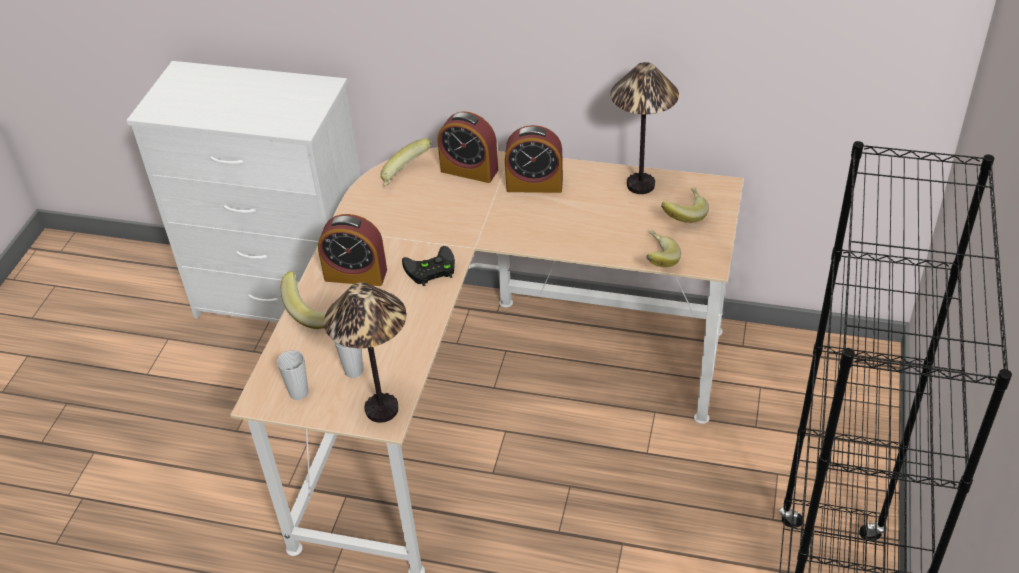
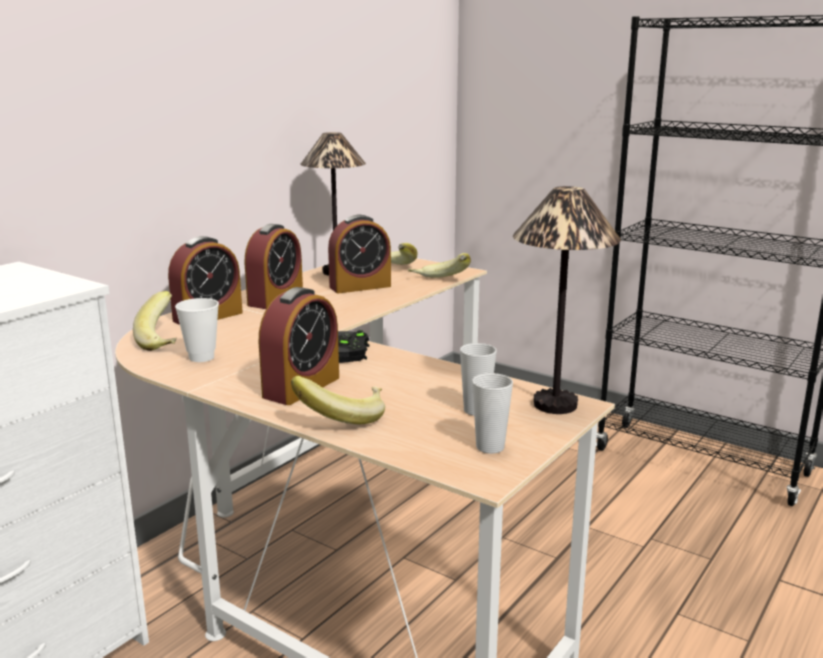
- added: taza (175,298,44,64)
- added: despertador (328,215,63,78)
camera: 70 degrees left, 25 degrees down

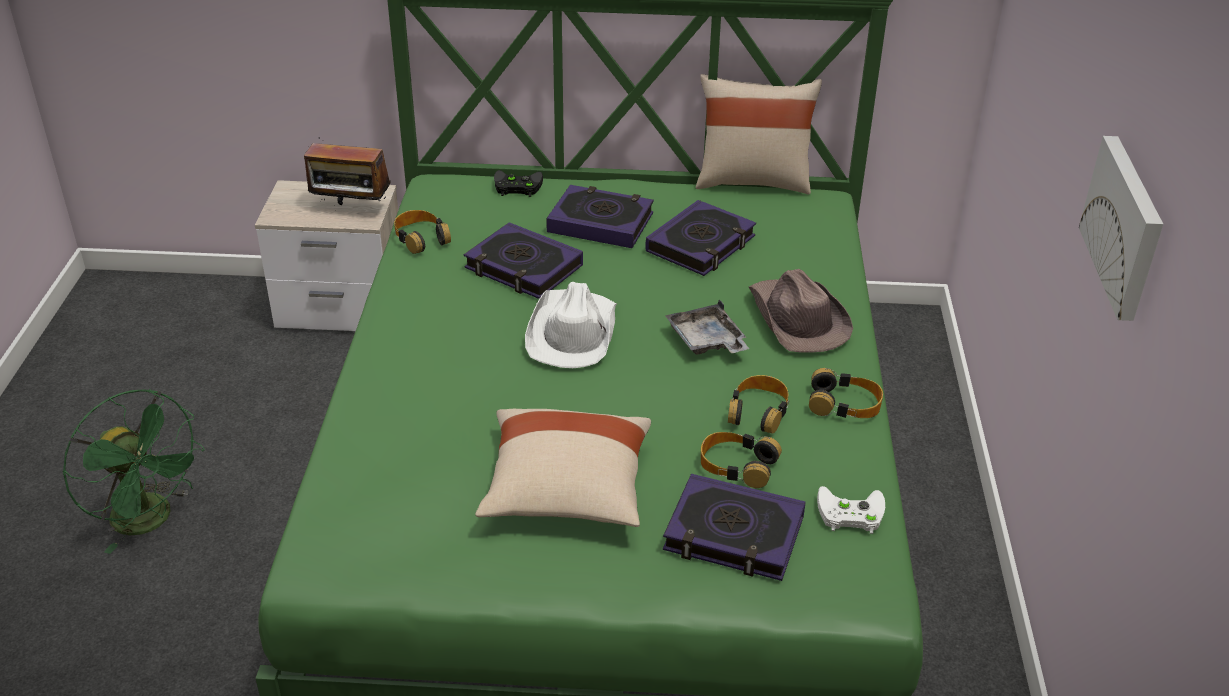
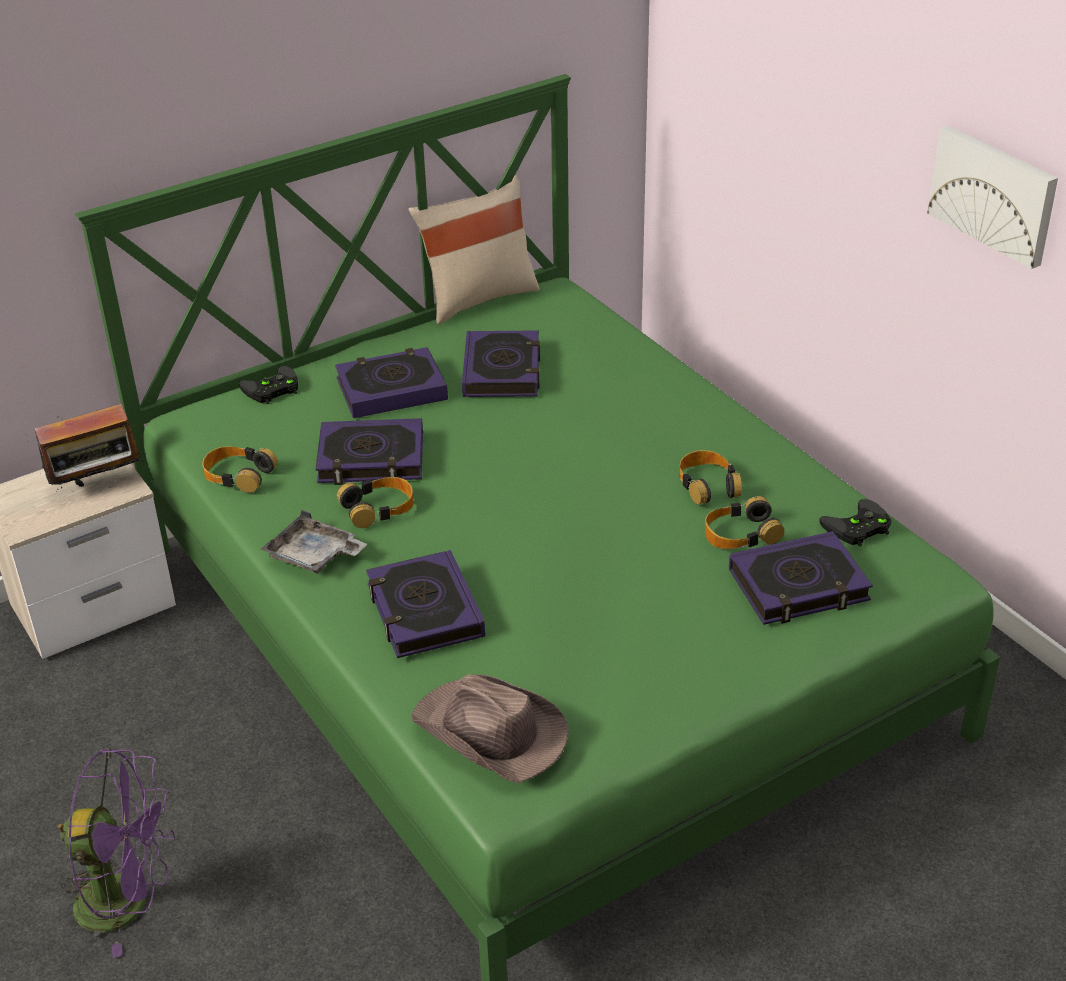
- recoloured: ventilador (verde) (63,389,142,165) to ventilador (morado) (58,748,117,210)
- moved: bandeja (gris) (665,299,84,56) to (261,509,106,64)
- moved: auriculares (809,368,74,50) to (337,477,76,51)
- added: libro (366,550,119,108)
- moved: sombrero (marrón) (749,269,104,84) to (411,674,158,109)
- recoloured: mando de consola (blanco) (817,486,68,48) to mando de consola (negro) (819,499,72,48)
- removed: cojín (beis) (475,409,176,118)
- removed: sombrero (blanco) (525,282,92,86)
camera: 35 degrees left, 0 degrees up

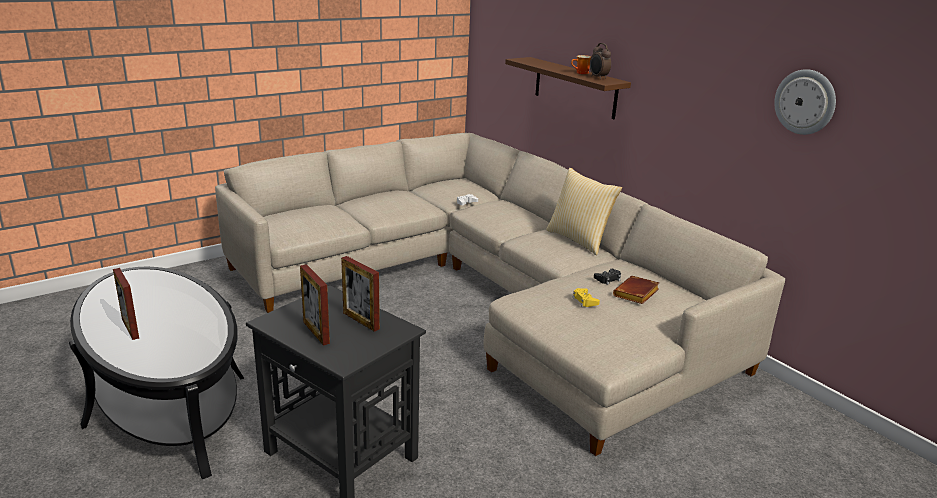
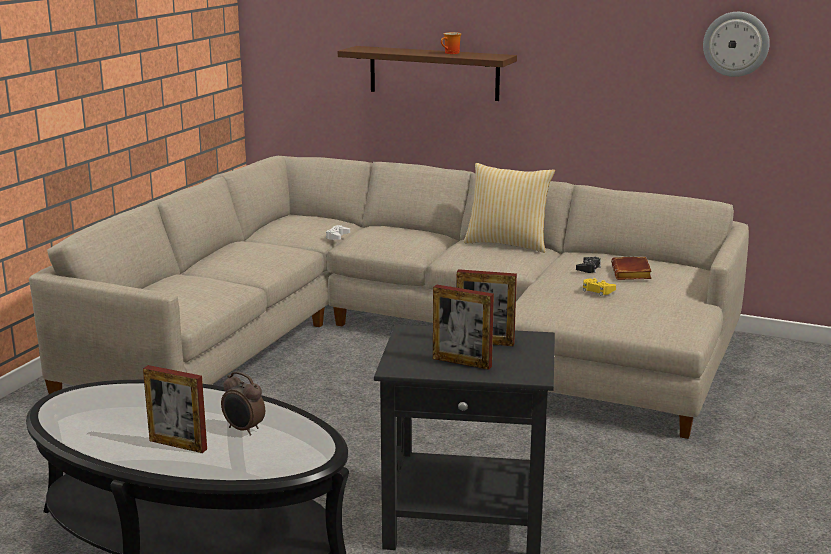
- moved: despertador (590,43,21,36) to (221,371,44,65)
camera: 30 degrees left, 5 degrees down

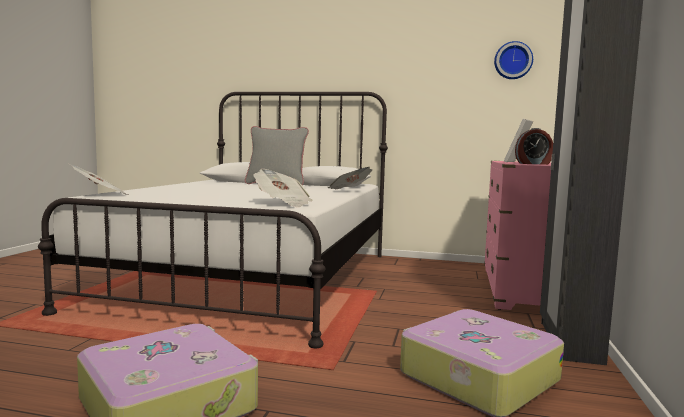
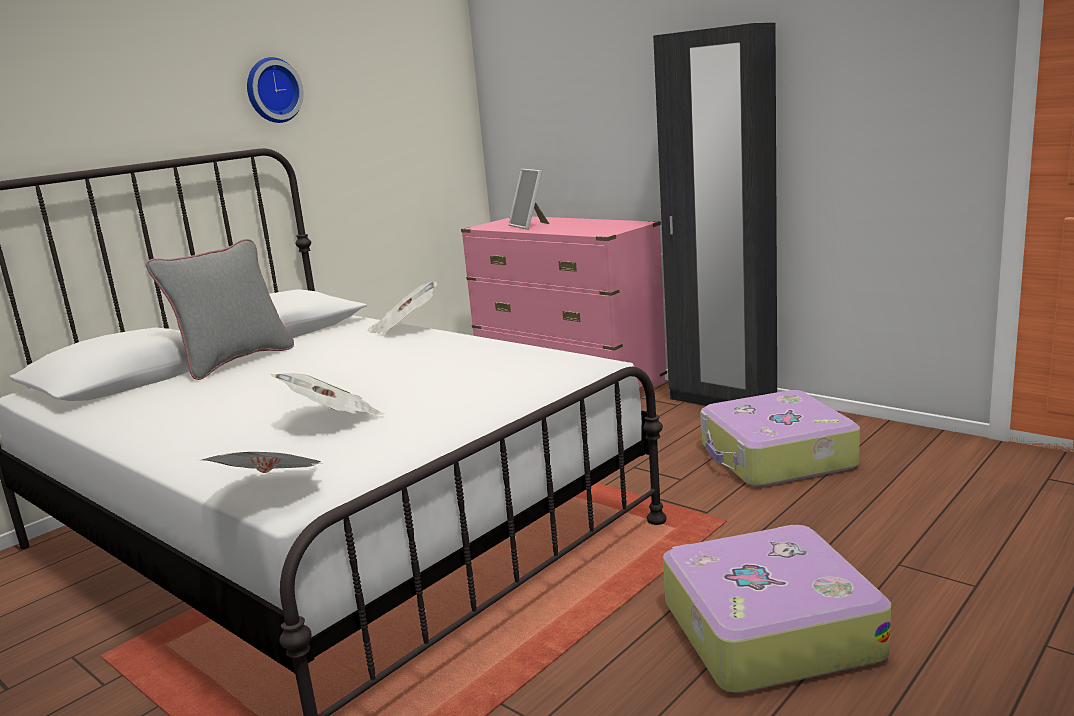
- moved: reloj de pared (494,41,39,38) to (247,57,57,66)
- moved: periódico (253,169,60,38) to (271,373,113,41)
- removed: despertador (515,128,38,37)
camera: 60 degrees left, 10 degrees up

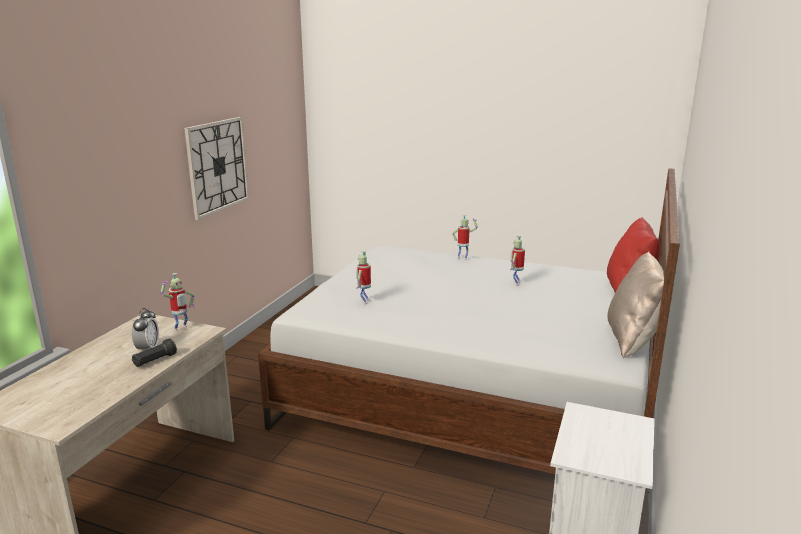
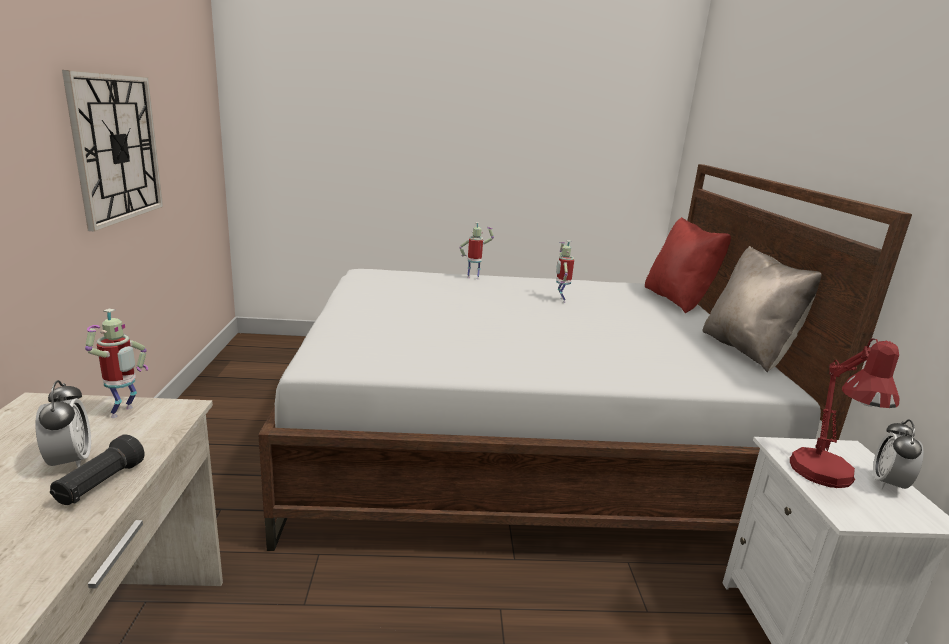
- added: lámpara de mesa (rojo) (790,339,110,149)
- added: despertador (873,419,51,70)
- removed: robot de juguete (356,251,15,53)
camera: 25 degrees left, 0 degrees up

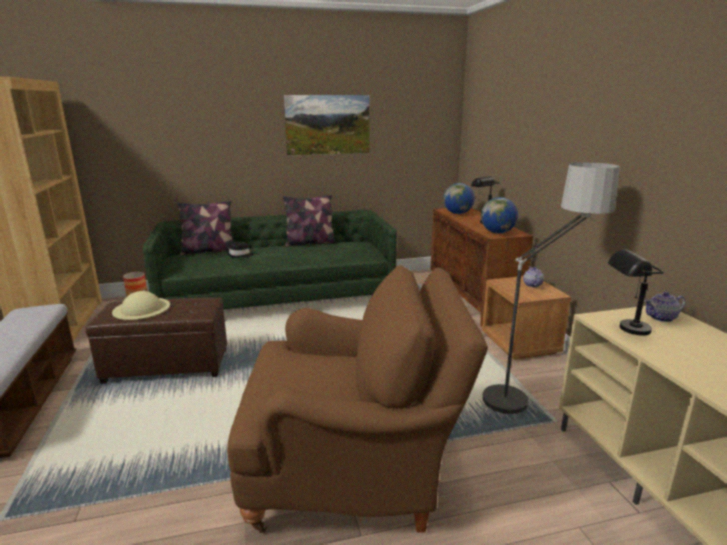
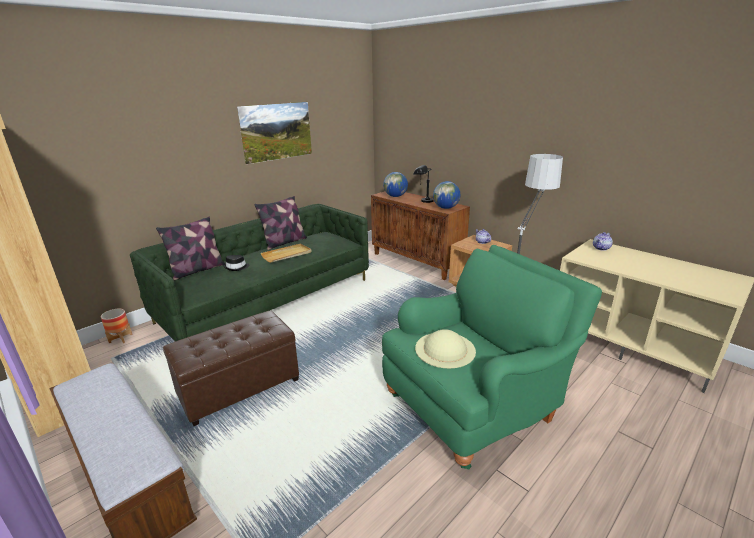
- added: bandeja (beis) (261,243,50,20)
- recoloured: sillón (marrón) (227,265,261,268) to sillón (verde) (382,245,220,224)
- moved: sombrero (beis) (112,291,58,29) to (415,329,61,40)
- removed: lámpara de mesa (negro) (608,249,56,86)
camera: 30 degrees left, 5 degrees up

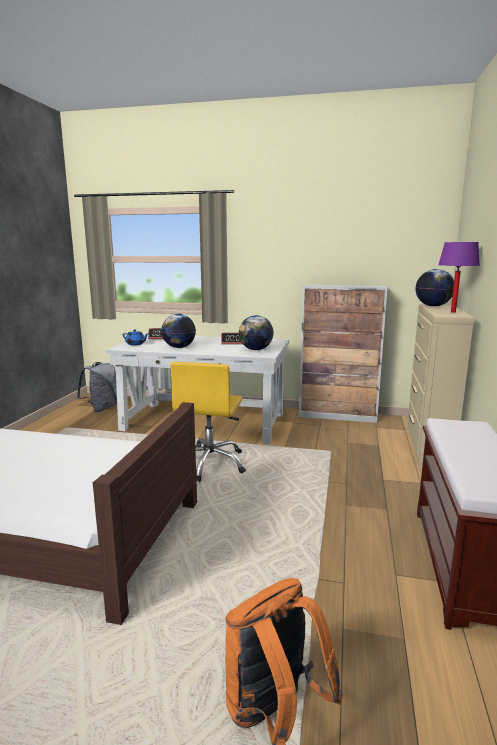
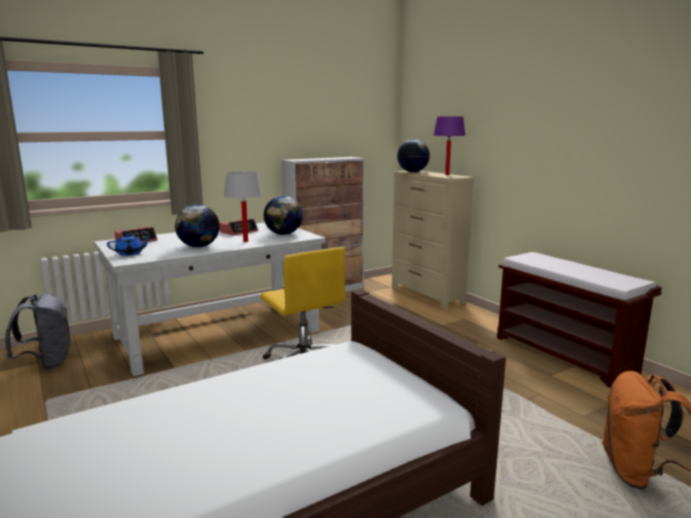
- added: lámpara de mesa (blanco) (224,171,39,71)
camera: 45 degrees left, 0 degrees up

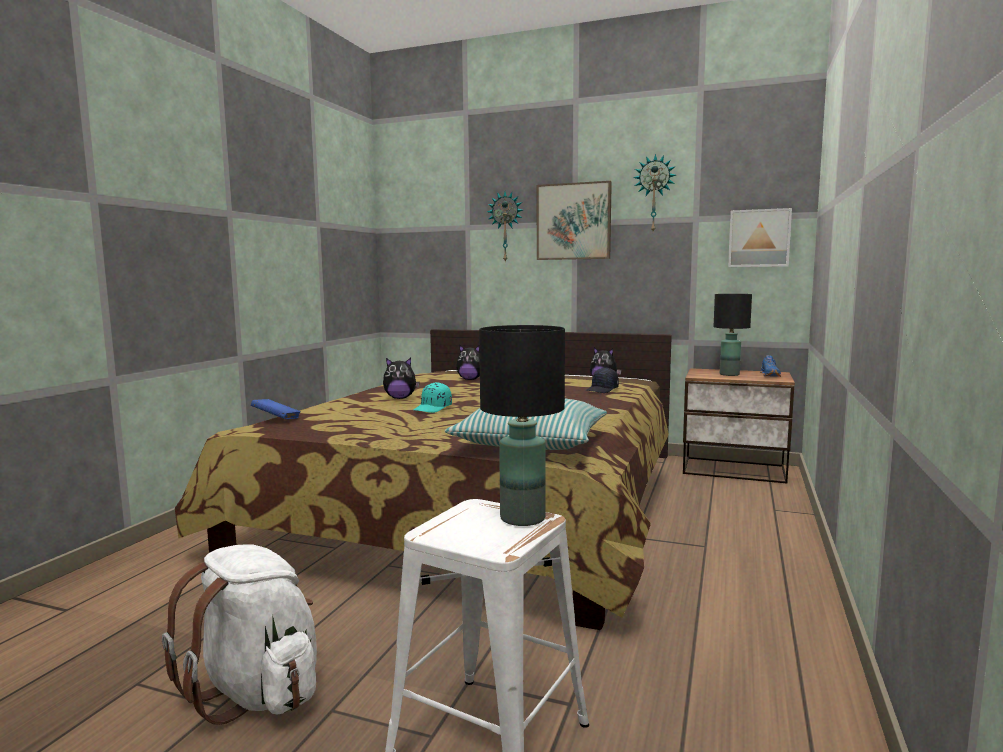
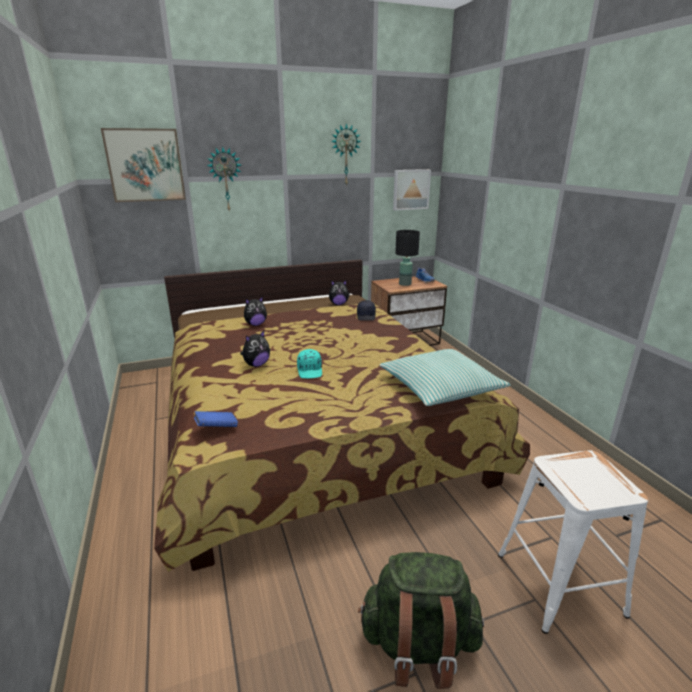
- moved: cuadro (537,181,75,79) to (101,128,85,74)
- recoloured: mochila (blanco) (162,544,155,181) to mochila (verde) (358,552,126,137)
- removed: lámpara de mesa (negro) (479,325,86,201)
camera: 40 degrees left, 15 degrees up

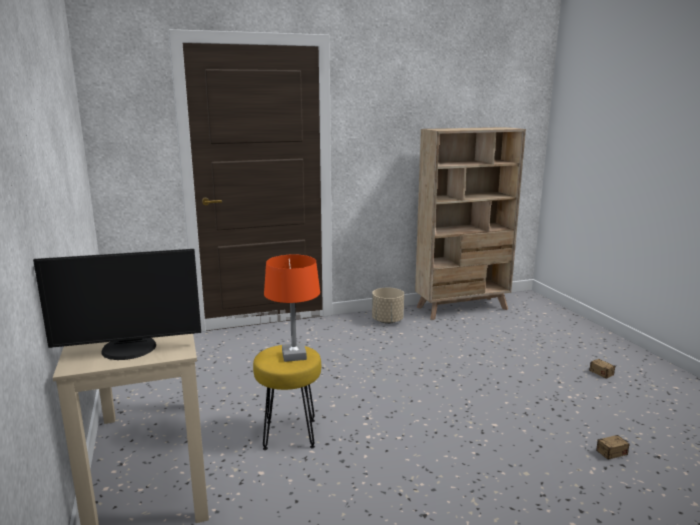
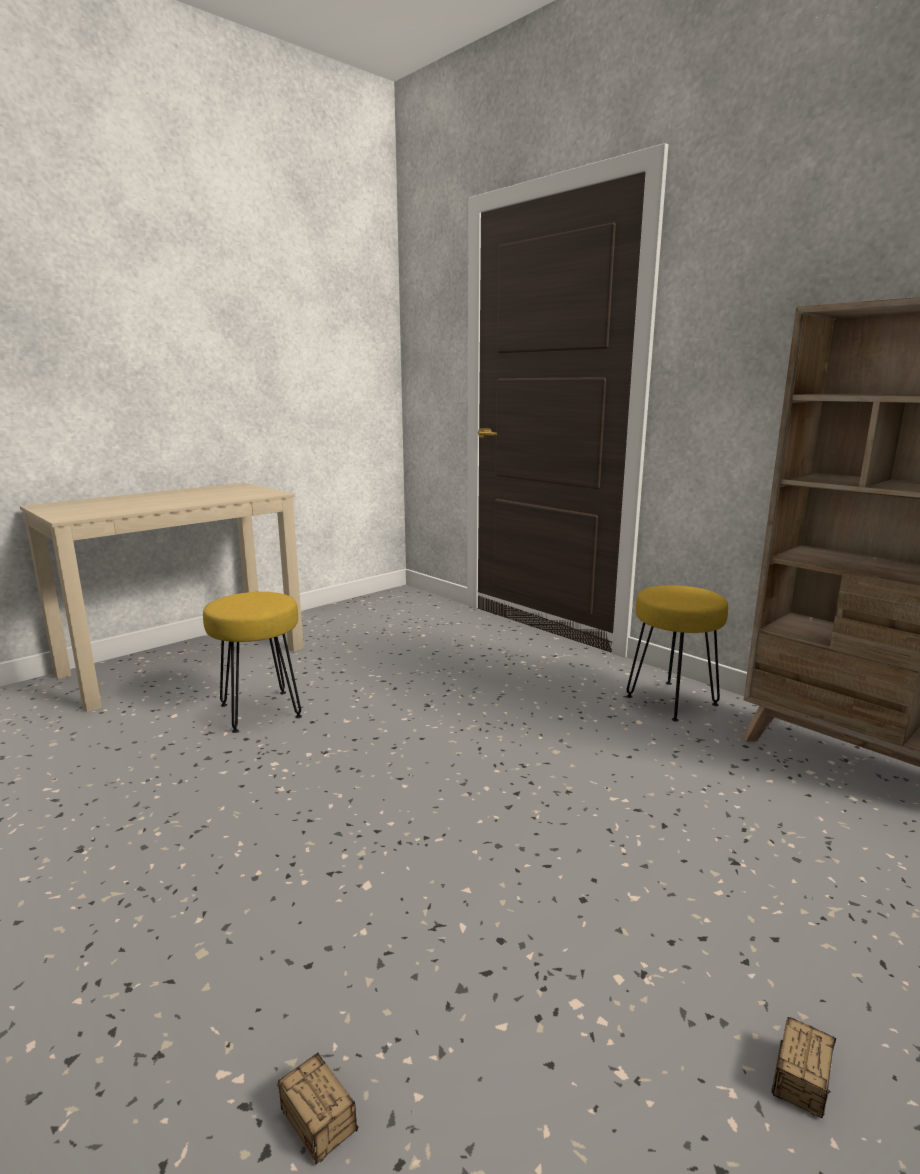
- replaced: maceta (beis) (372,288,32,36) to taburete (amarillo) (626,585,102,136)
- removed: monitor (33,249,168,111)
- removed: lámpara de mesa (naranja) (264,254,56,108)
camera: 65 degrees right, 0 degrees up

